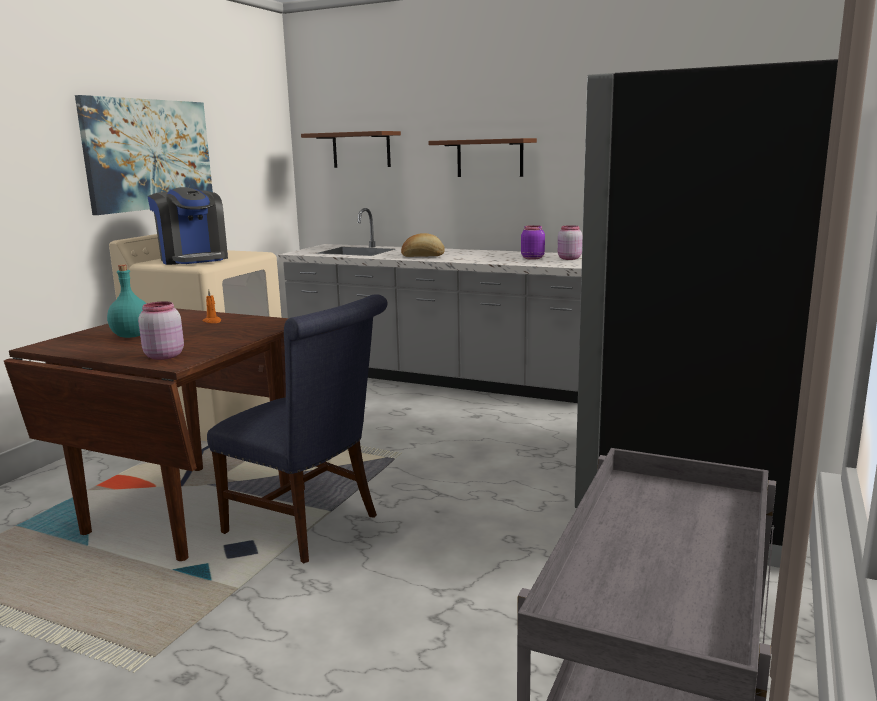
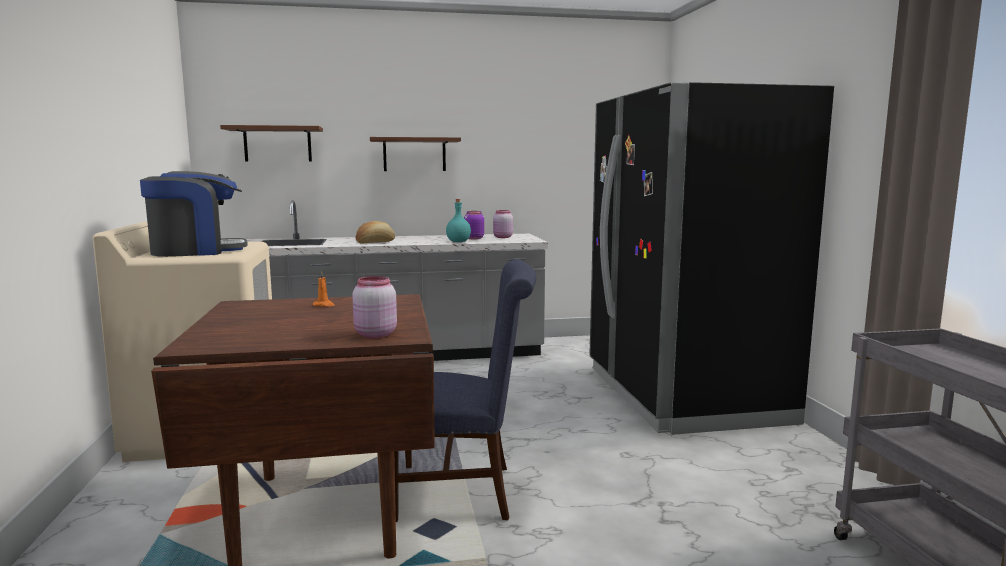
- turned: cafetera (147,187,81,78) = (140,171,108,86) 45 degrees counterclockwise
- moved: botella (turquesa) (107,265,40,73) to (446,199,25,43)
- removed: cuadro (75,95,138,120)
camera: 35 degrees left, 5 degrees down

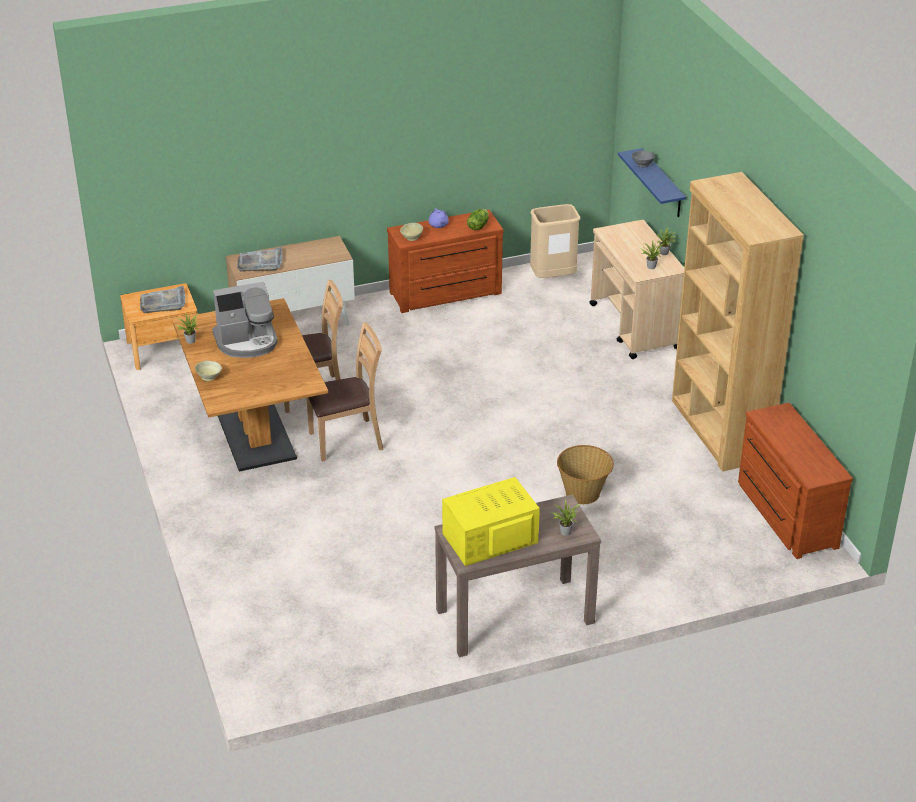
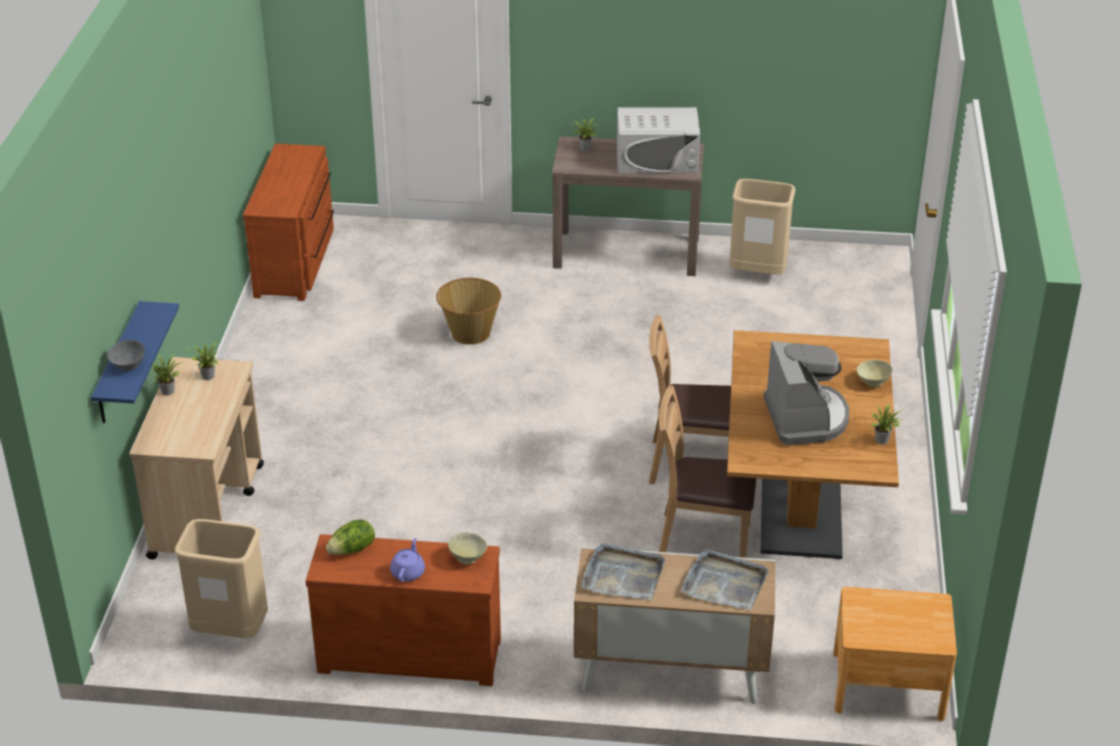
- moved: bandeja (gris) (140,286,45,27) to (581,543,84,57)
- recoloured: microondas (amarillo) (442,477,98,89) to microondas (blanco) (617,107,83,66)
- added: papelera (beis) (729,179,66,95)
- turned: cafetera (212,282,66,76) = (764,341,85,104) 75 degrees clockwise
- removed: estantería (marrón) (672,172,132,300)
camera: 155 degrees left, 0 degrees up

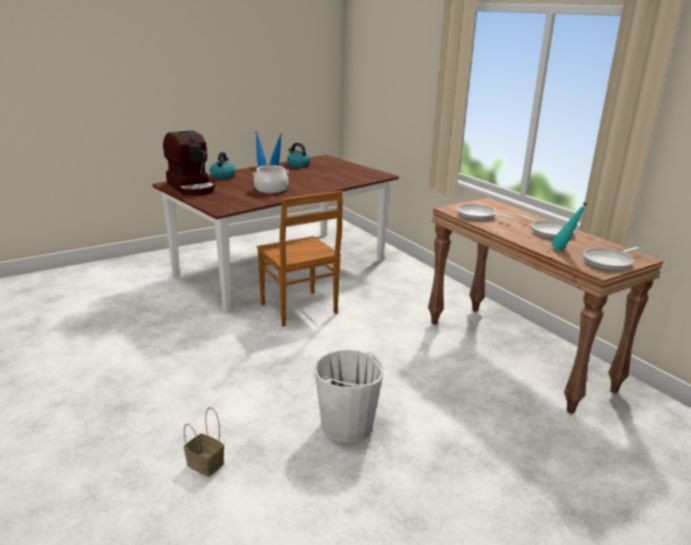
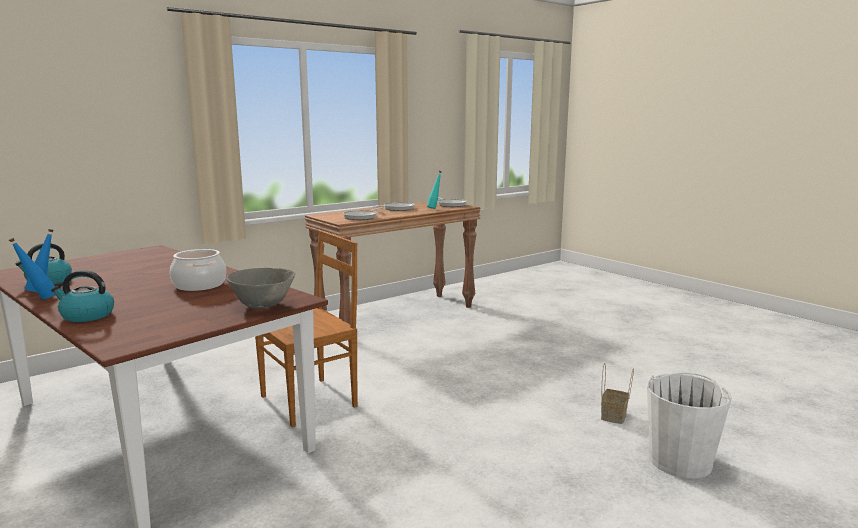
- added: cuenco (gris) (226,268,69,41)
- moved: cubo (blanco) (314,350,70,93) to (647,372,85,107)
- removed: cafetera (163,130,52,66)
camera: 95 degrees left, 10 degrees down

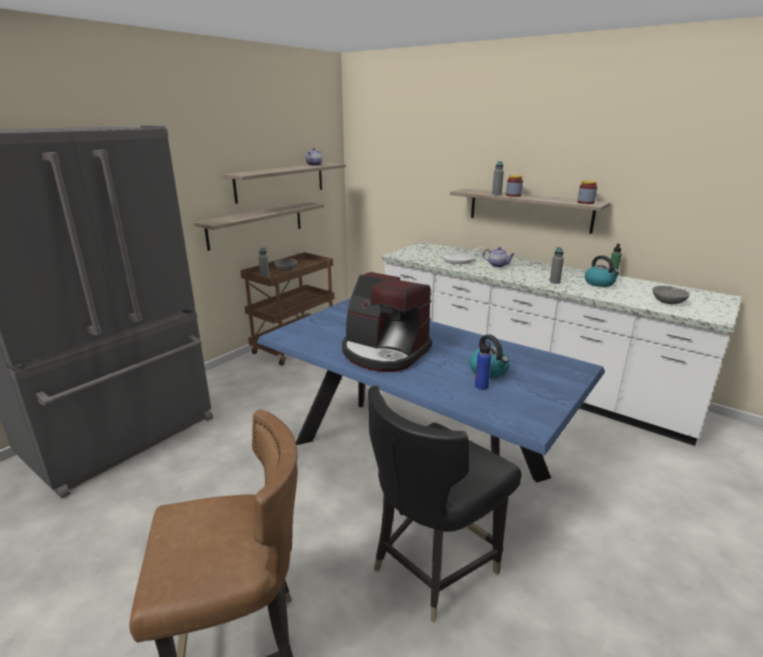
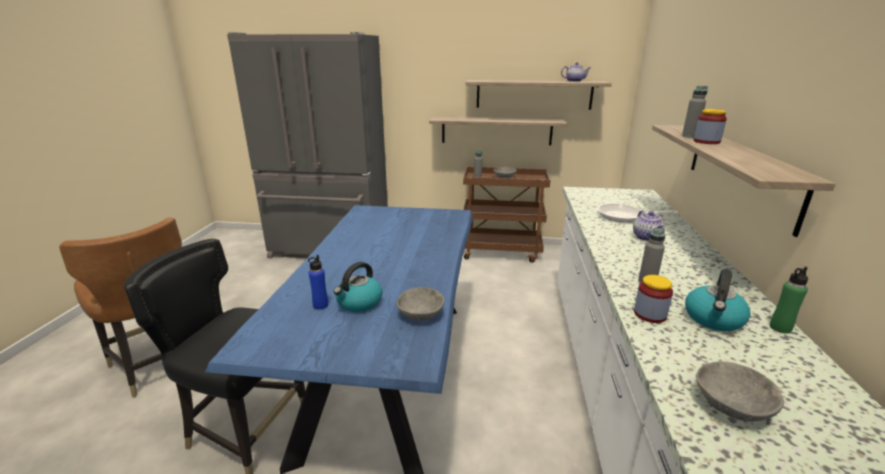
- added: cuenco (gris) (397,287,48,34)
- moved: tarro (577,180,20,24) to (634,275,39,48)
- removed: cafetera (342,272,90,100)
camera: 60 degrees right, 0 degrees up

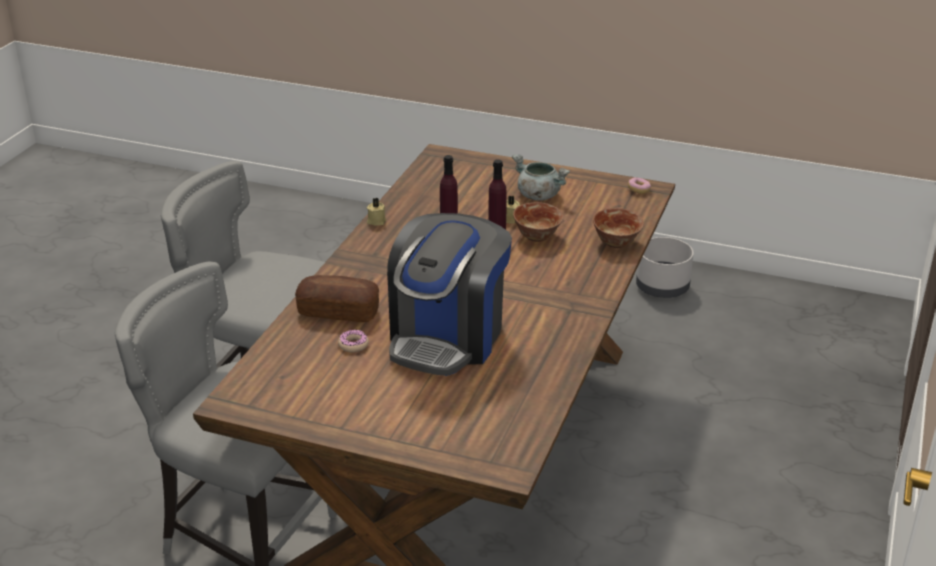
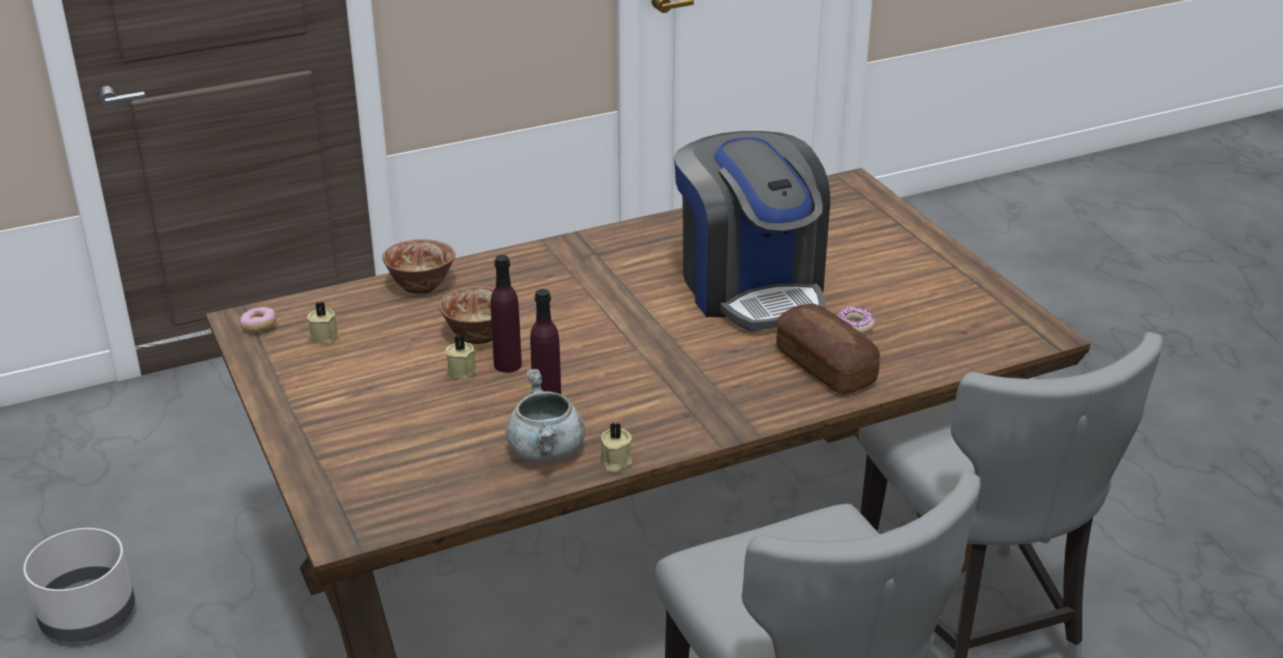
- added: vela (beis) (307,302,33,42)
- moved: olla (gris) (512,154,58,47) to (506,369,79,93)
- turned: cafetera (387,213,125,163) = (674,131,156,200) 90 degrees clockwise
camera: 135 degrees left, 0 degrees up

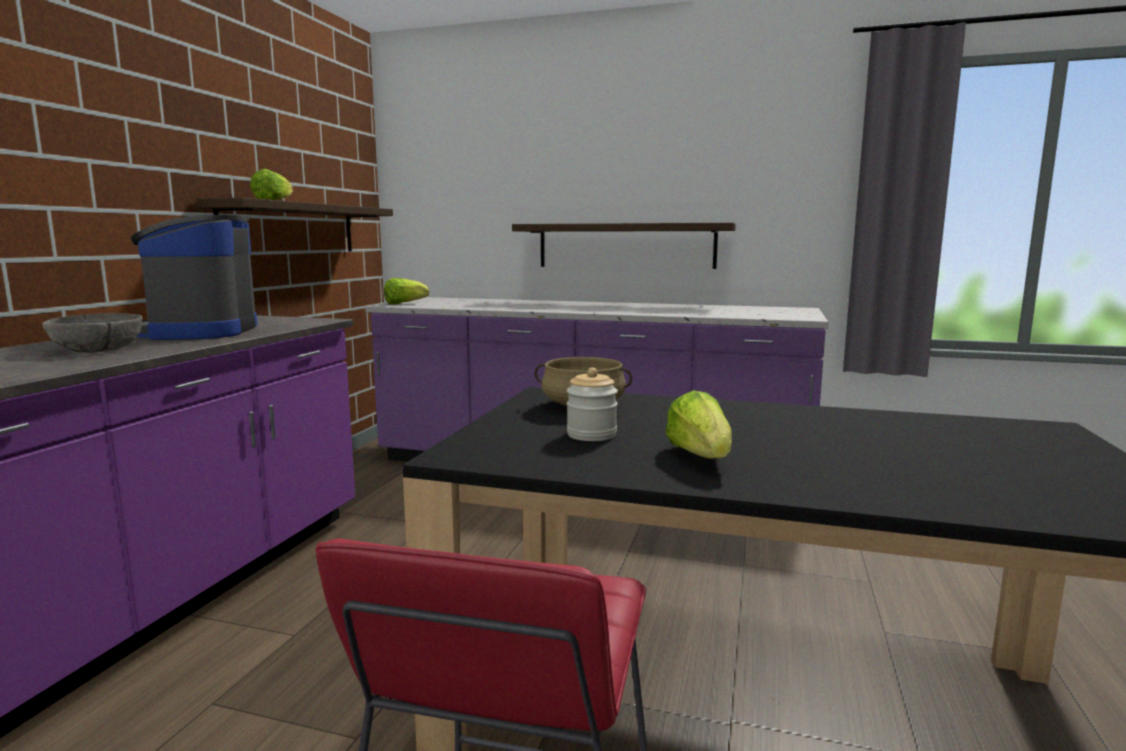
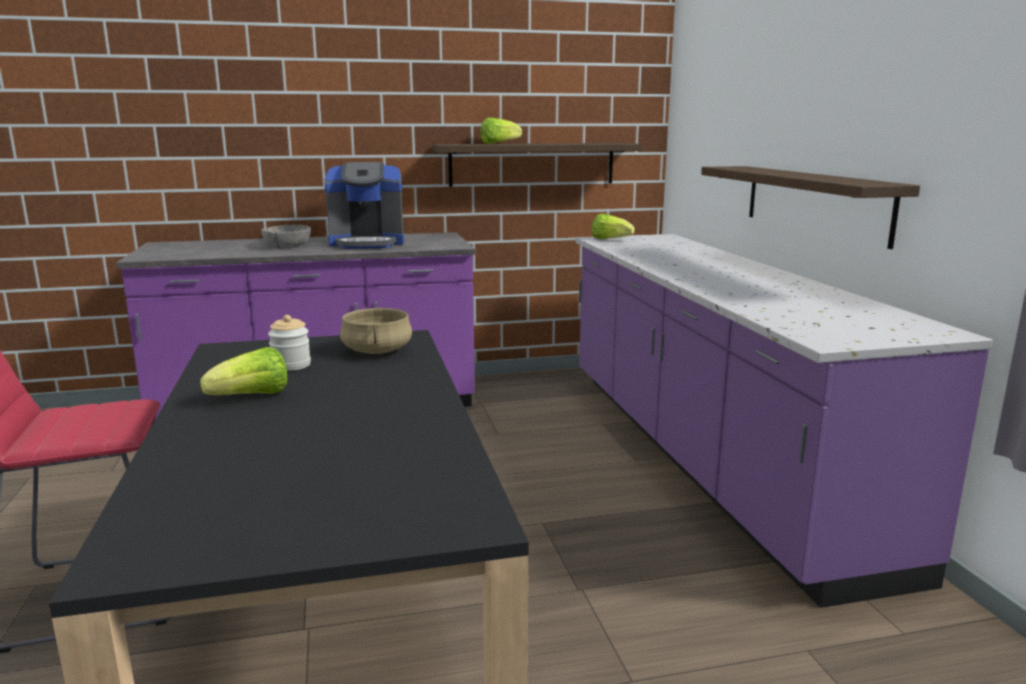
- turned: cafetera (130,215,127,125) = (325,162,79,87) 150 degrees counterclockwise
camera: 60 degrees right, 5 degrees up

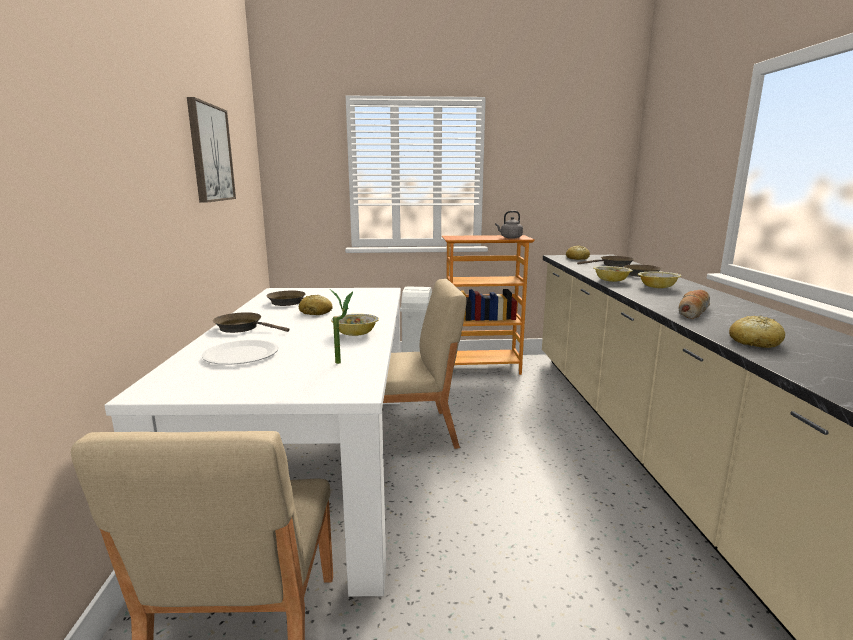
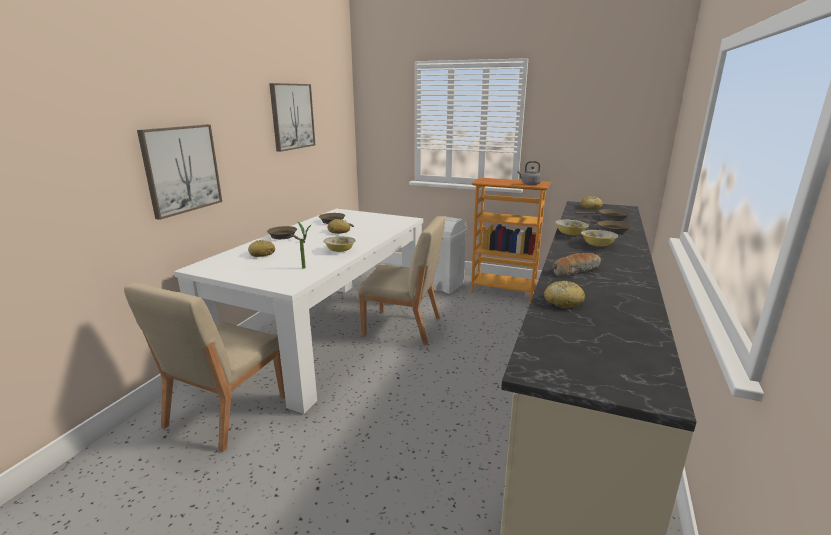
- added: cuadro (137,125,85,95)
- replaced: plato (blanco) (202,340,76,25) to pan (248,240,27,17)
camera: 25 degrees right, 5 degrees up

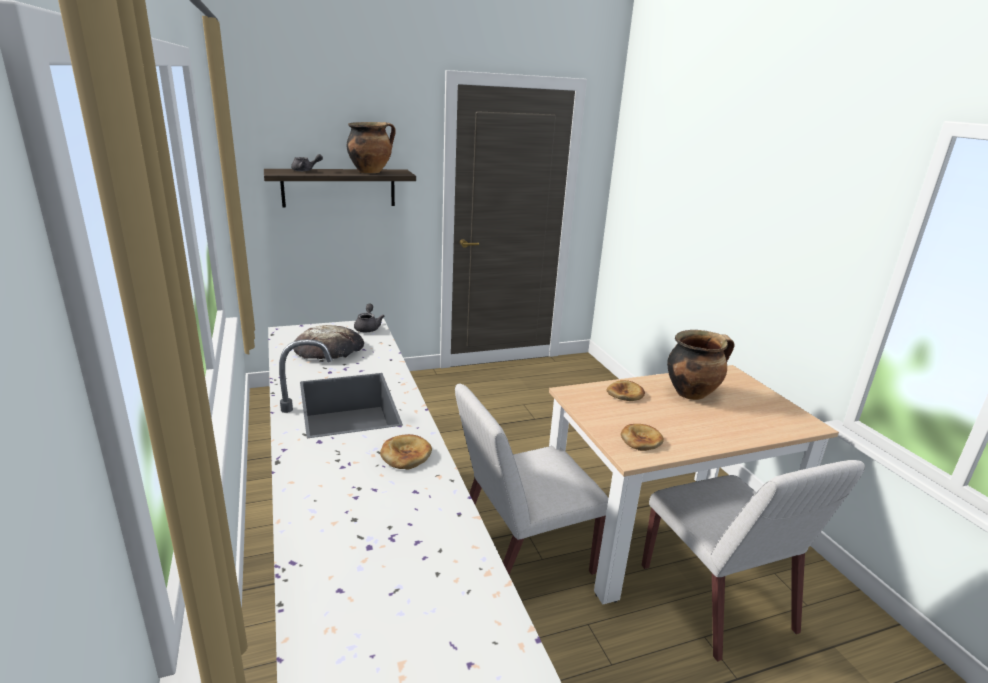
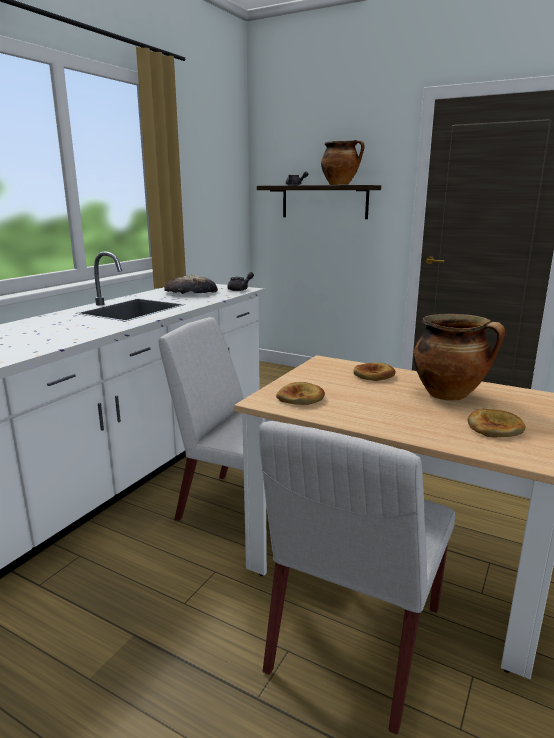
- moved: pan (380,434,52,36) to (468,409,58,28)
camera: 50 degrees right, 5 degrees down

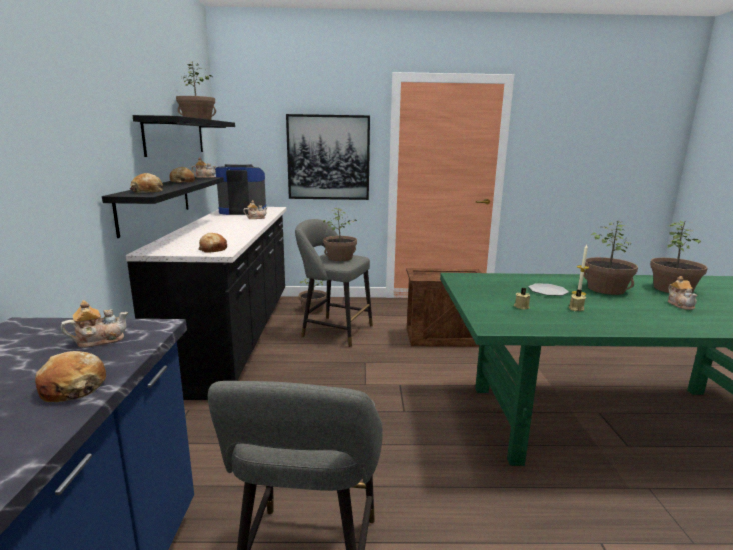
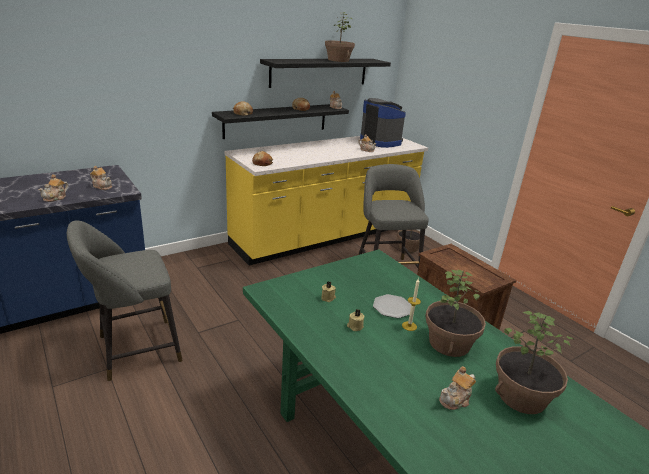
- replaced: pan (35,351,71,51) to tetera (38,174,30,28)
- recoloured: mueble bajo de cocina (negro) (126,207,161,193) to mueble bajo de cocina (amarillo) (225,136,203,129)
- removed: cuadro (286,114,84,86)
- removed: planta en maceta (323,208,34,53)
camera: 55 degrees right, 10 degrees up

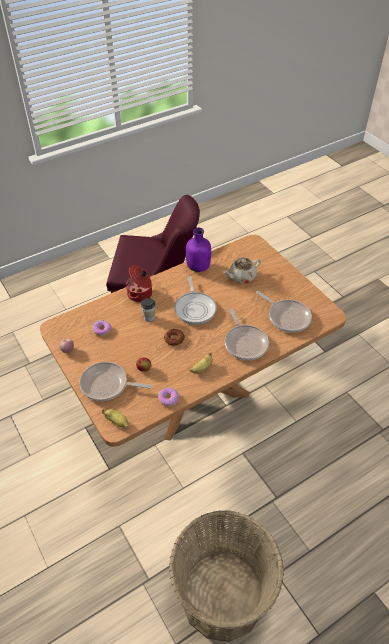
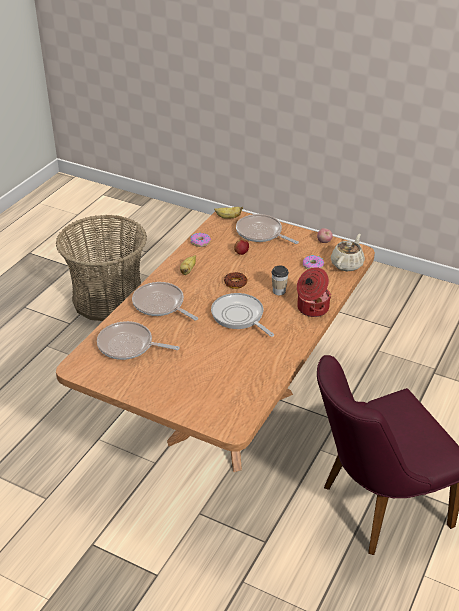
- turned: sartén (80,362,72,39) = (236,214,63,30) 120 degrees counterclockwise
- moved: tetera (beis) (223,257,38,26) to (331,234,34,37)
- removed: botella (morado) (186,228,25,44)
camera: 150 degrees right, 10 degrees down

